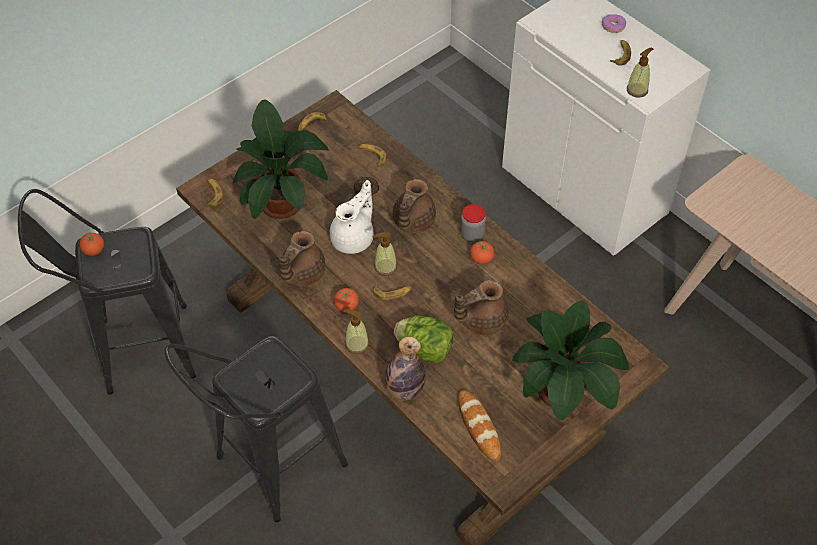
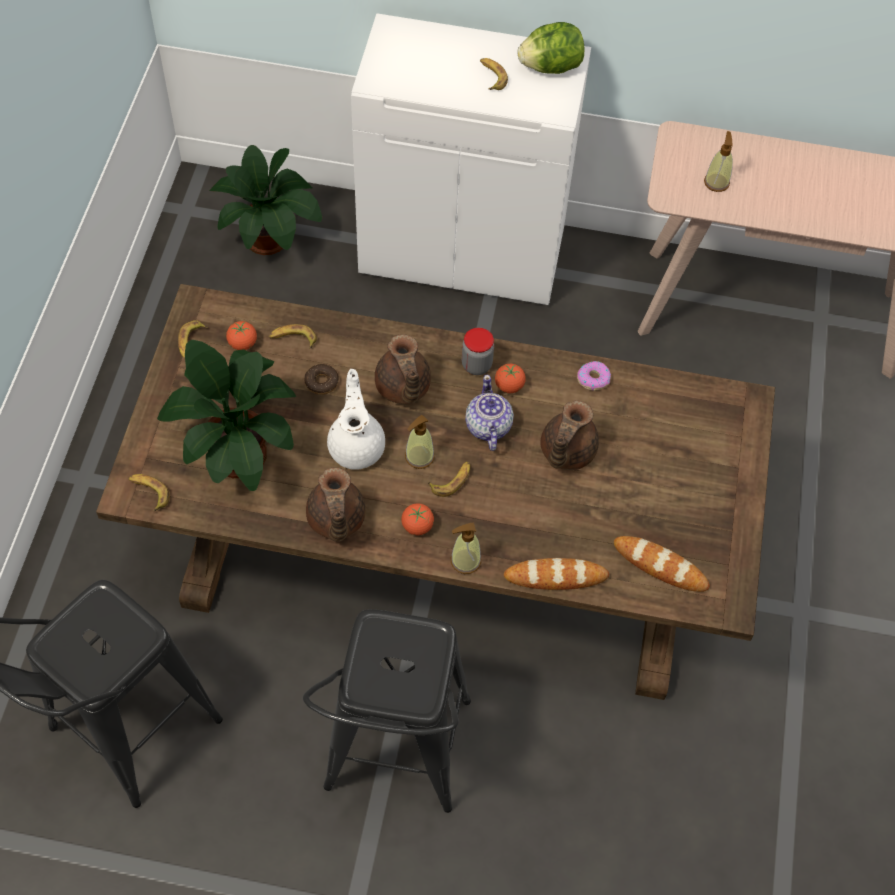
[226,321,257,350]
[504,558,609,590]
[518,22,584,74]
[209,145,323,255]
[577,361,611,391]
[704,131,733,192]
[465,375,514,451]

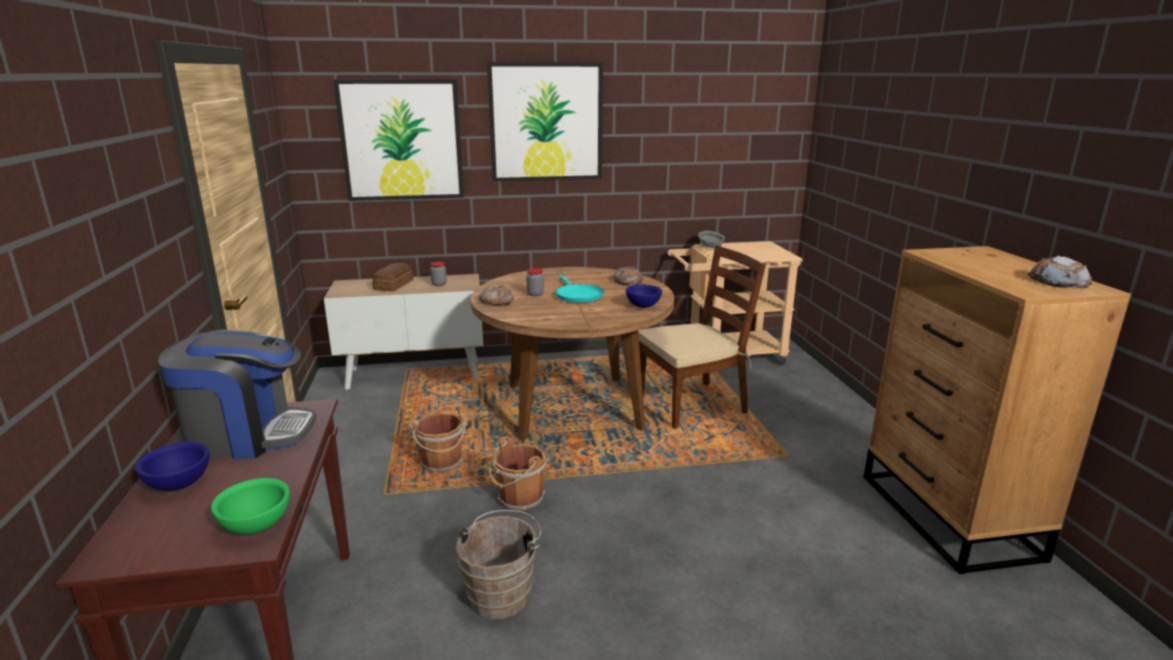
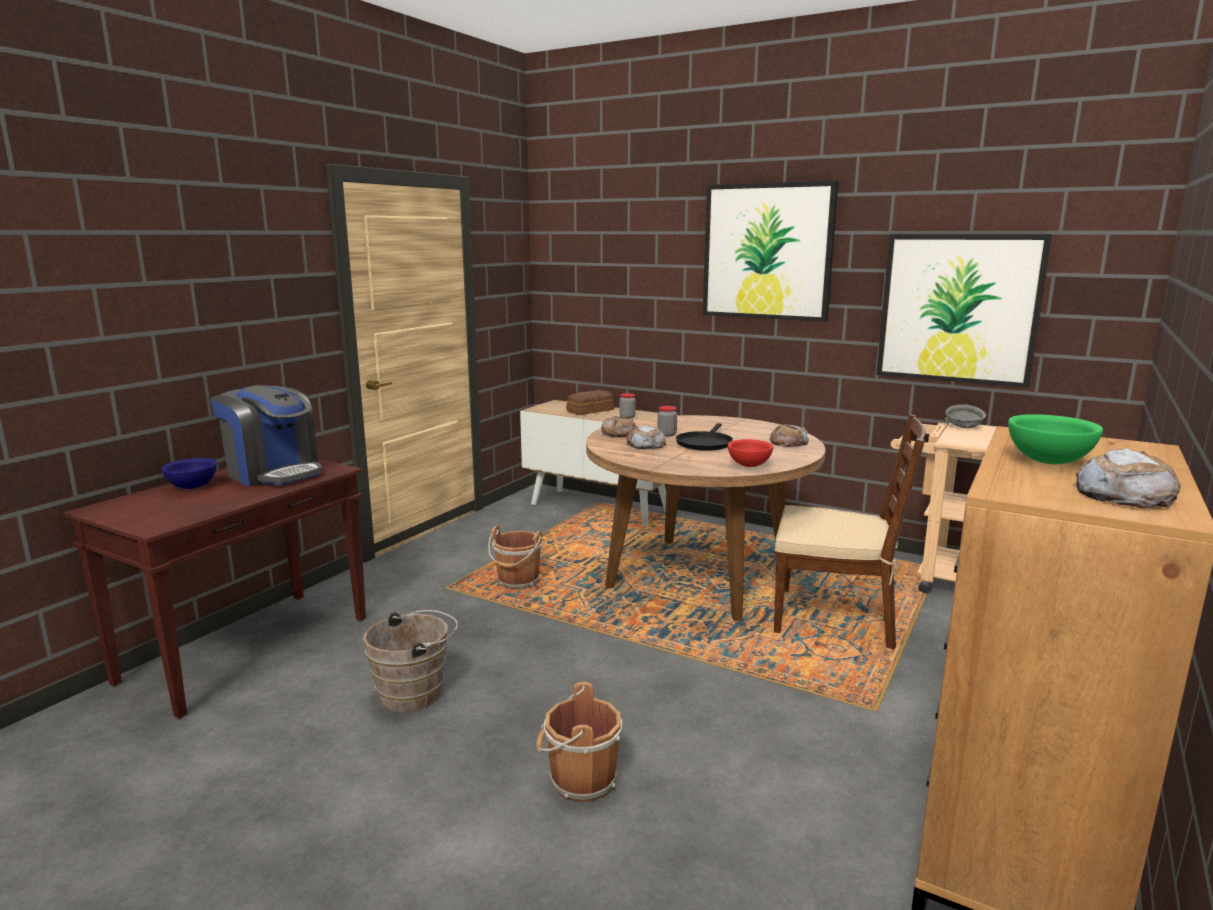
[1008,414,1103,464]
[876,234,1052,388]
[536,682,622,802]
[676,423,733,451]
[728,439,773,467]
[627,425,666,450]

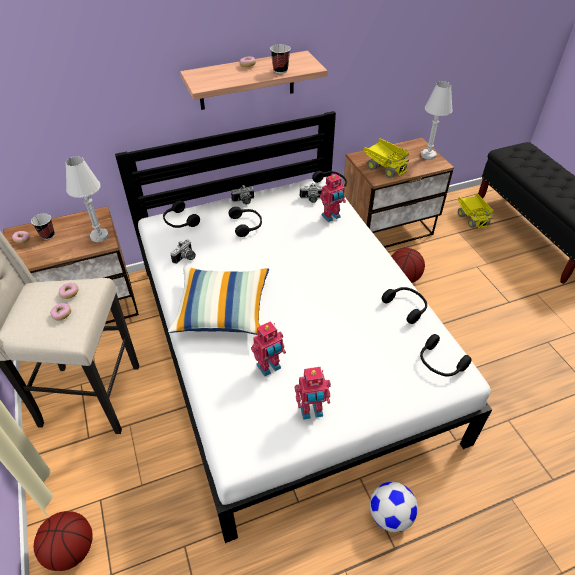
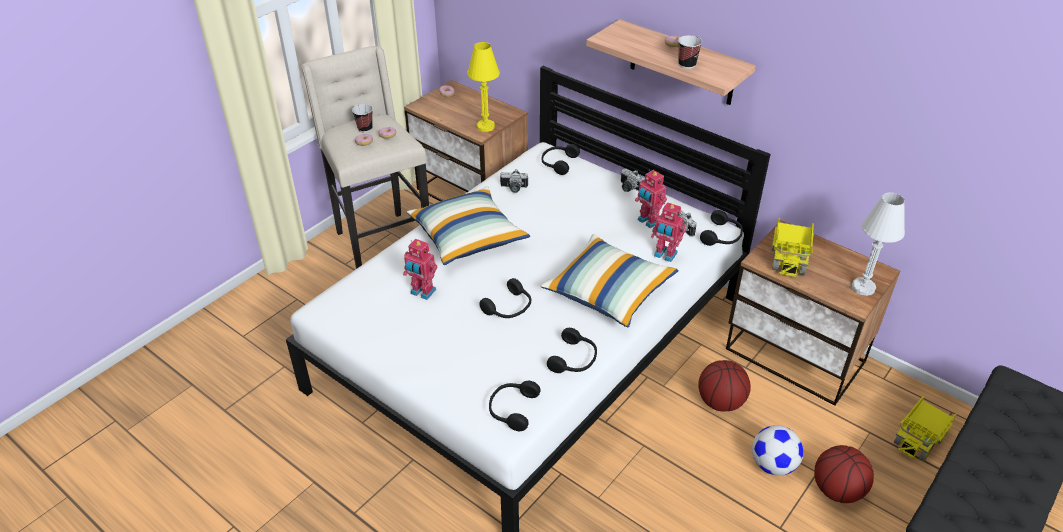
[352,104,373,133]
[814,445,874,503]
[467,42,500,132]
[480,278,531,318]
[635,170,667,228]
[752,425,803,476]
[540,234,679,327]

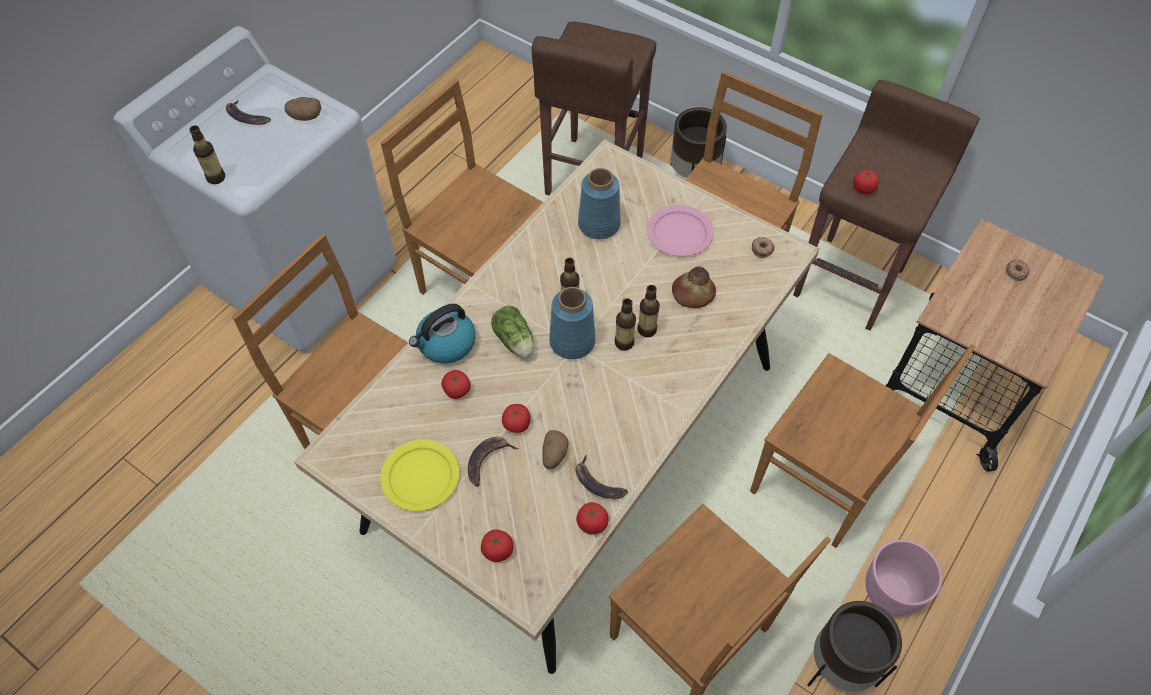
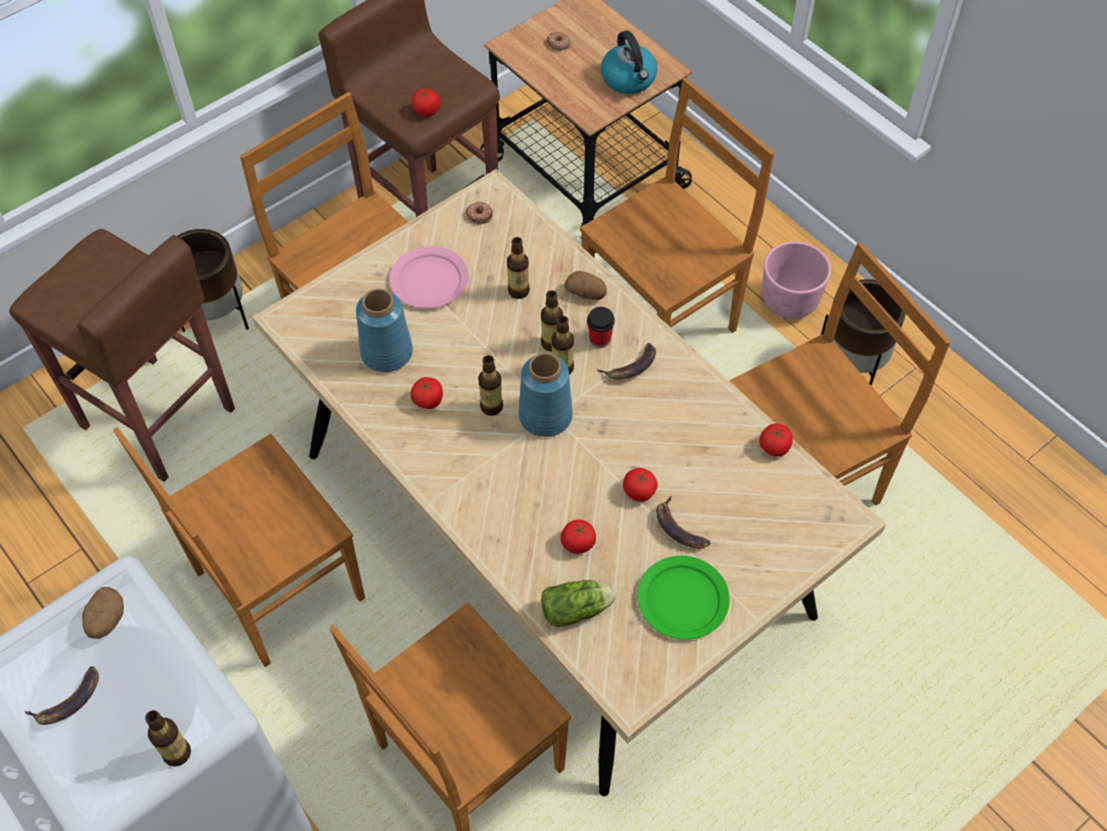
[637,556,730,640]
[601,31,657,94]
[411,377,443,409]
[541,580,616,627]
[564,271,607,300]
[597,343,656,380]
[507,237,530,299]
[587,307,615,348]

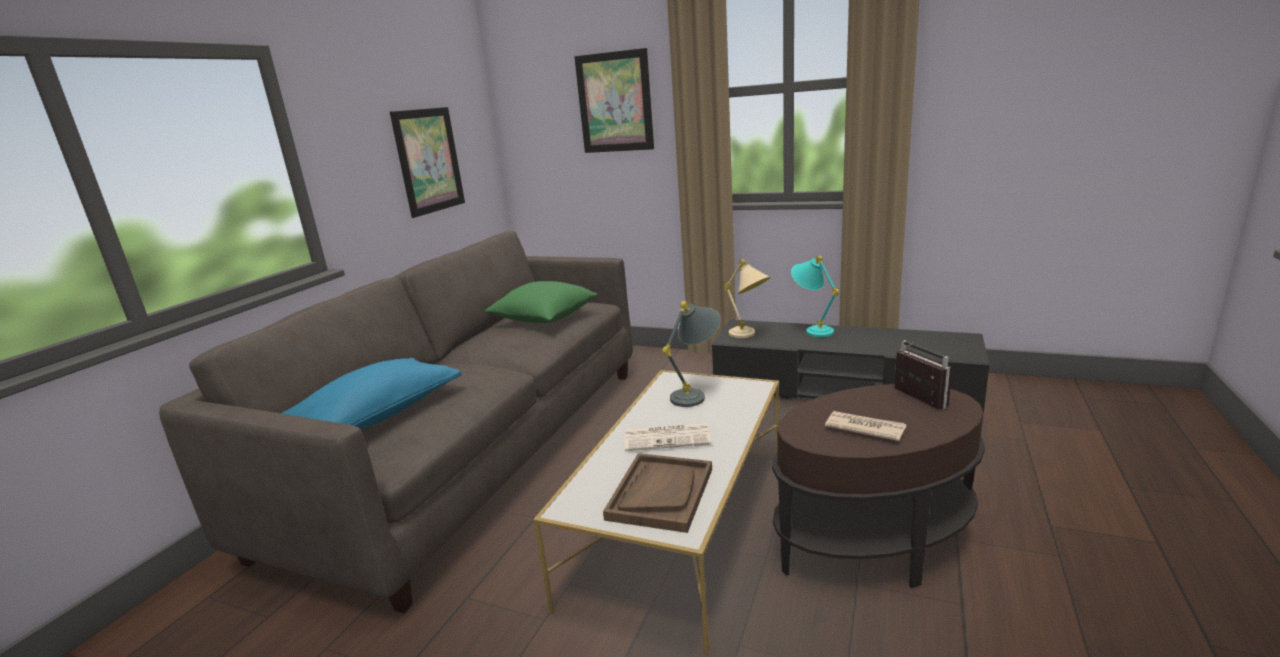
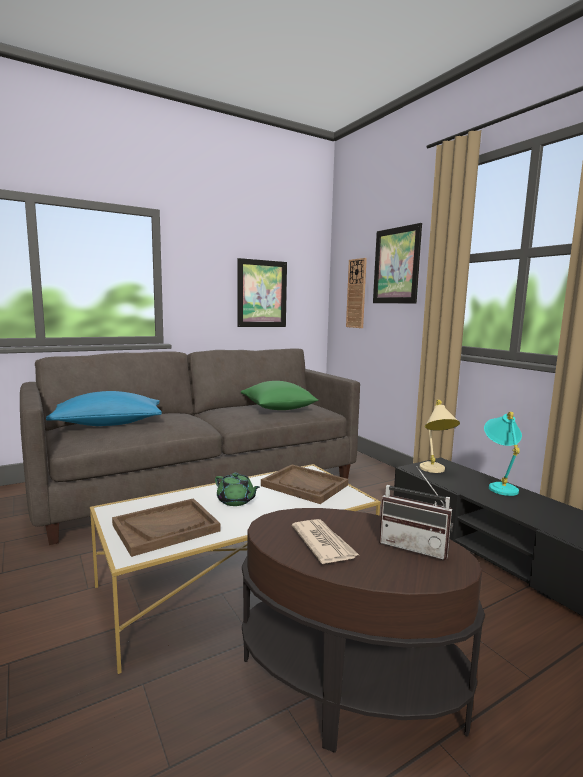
[215,473,260,506]
[261,464,348,504]
[379,466,453,560]
[346,258,367,328]

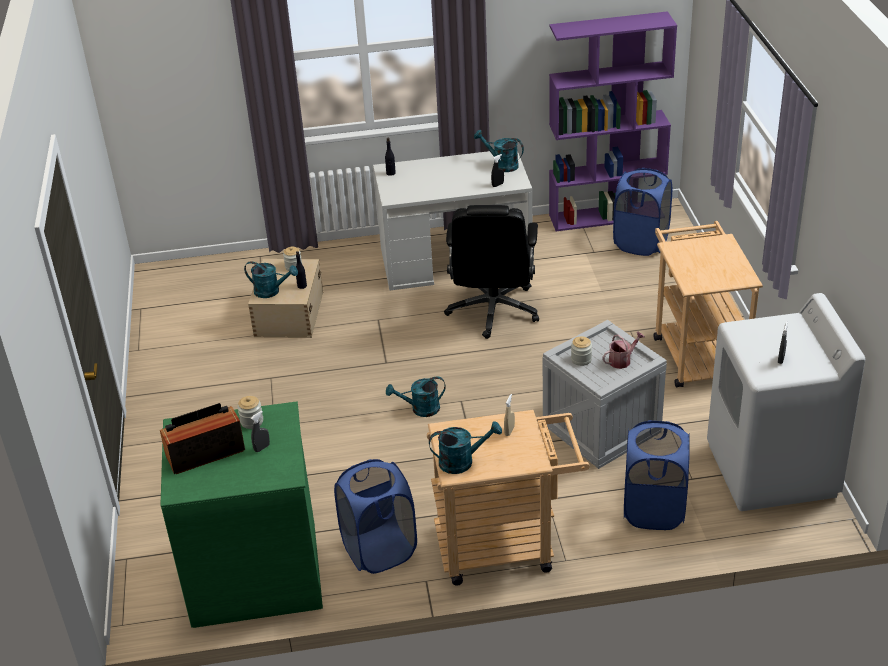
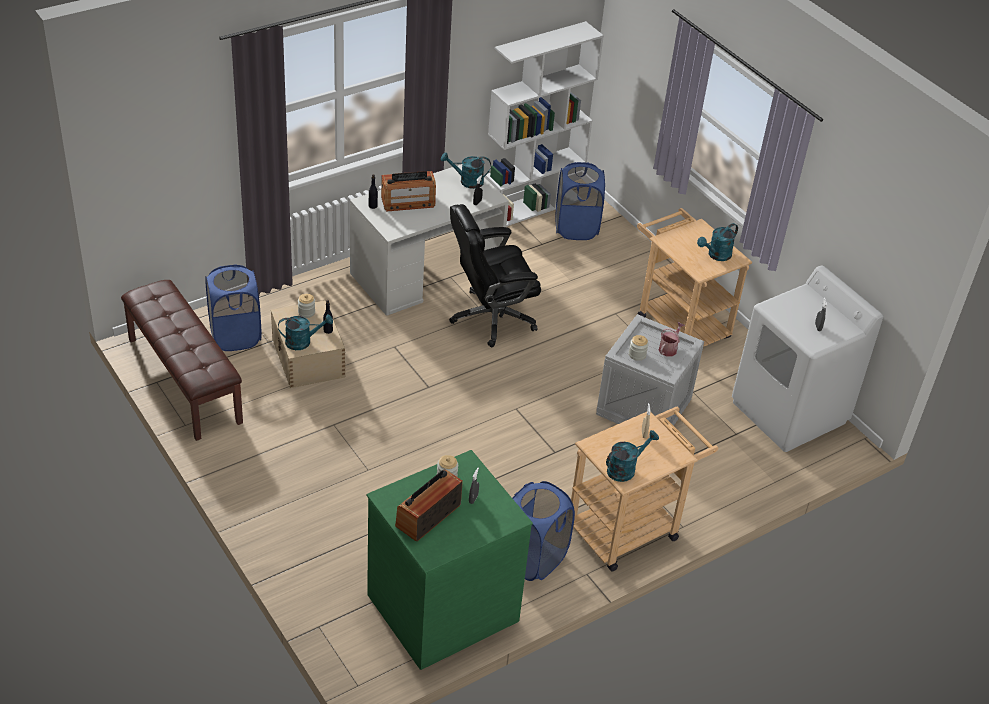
[697,223,738,261]
[449,204,541,347]
[485,21,604,227]
[206,264,262,351]
[121,280,243,441]
[381,171,436,212]

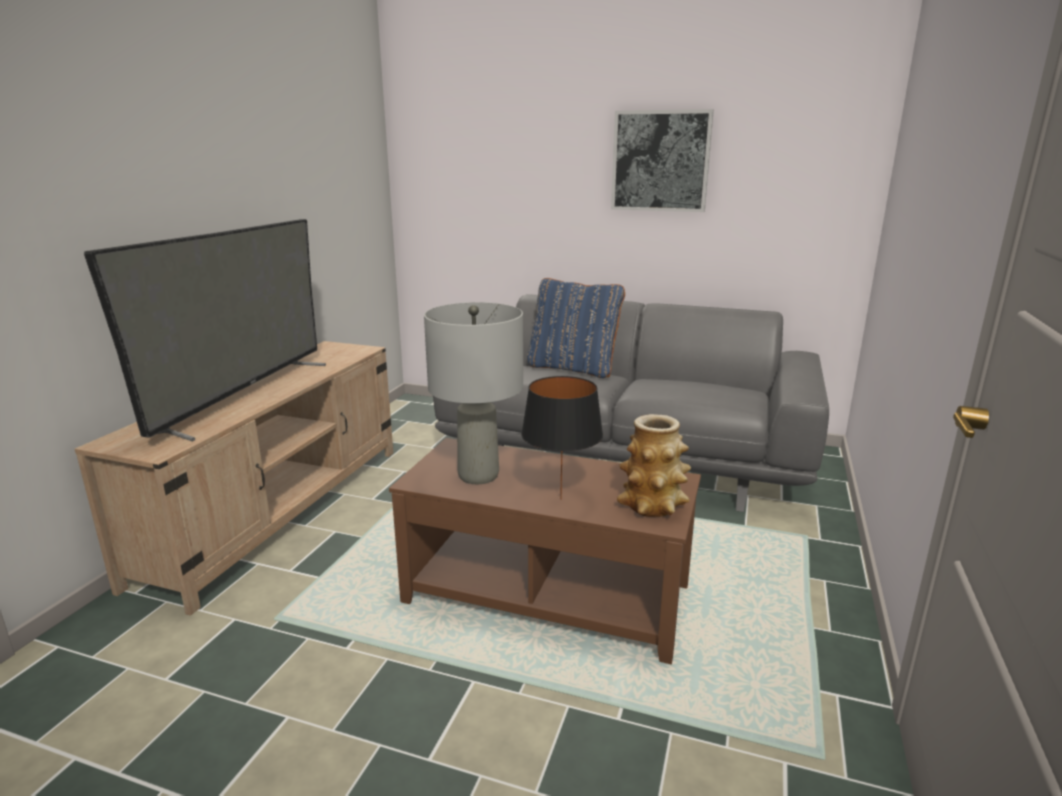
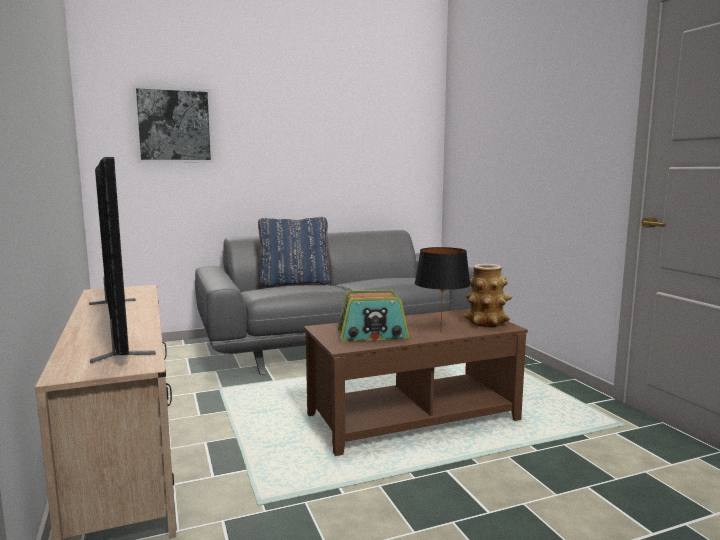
[338,290,409,341]
[133,85,214,162]

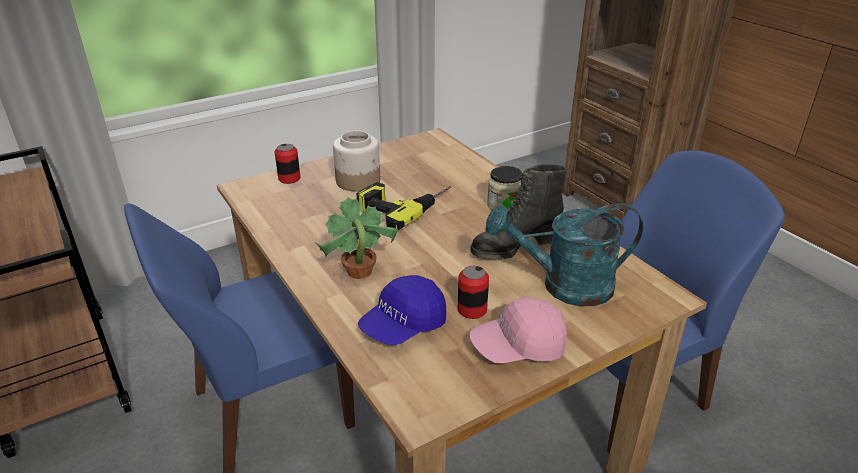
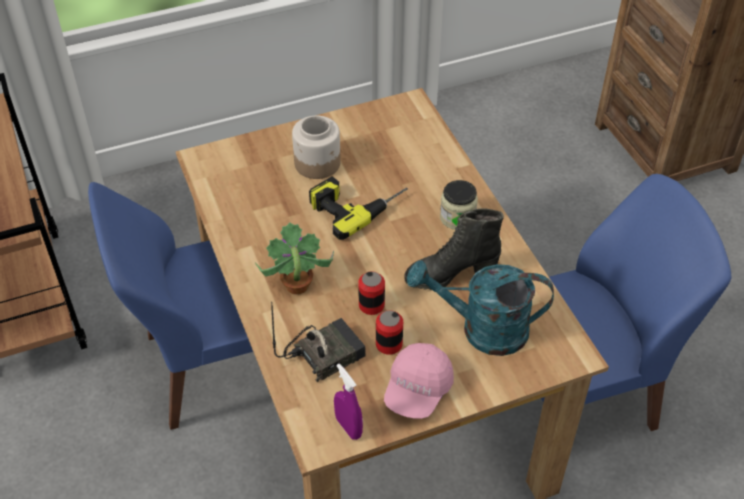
[358,271,385,315]
[271,302,366,382]
[384,343,454,419]
[334,363,363,440]

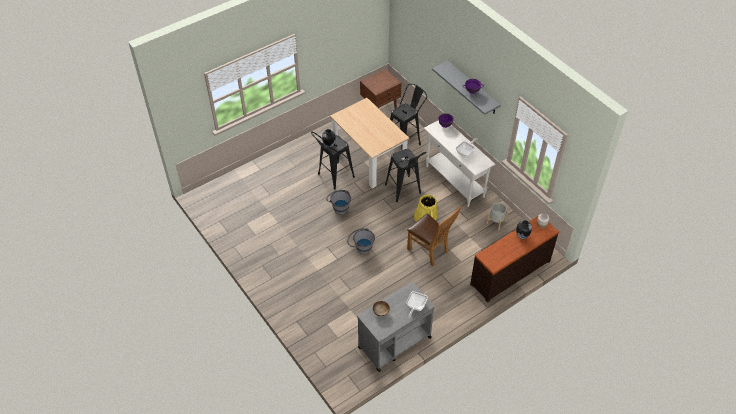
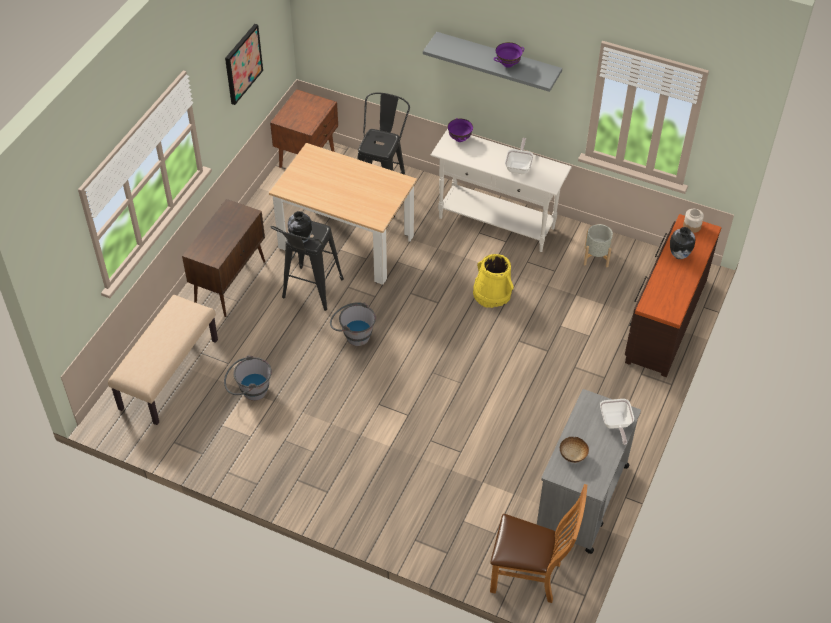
[224,355,272,401]
[385,149,427,202] (first image)
[490,484,587,603]
[108,295,218,425]
[182,199,265,317]
[225,24,263,105]

